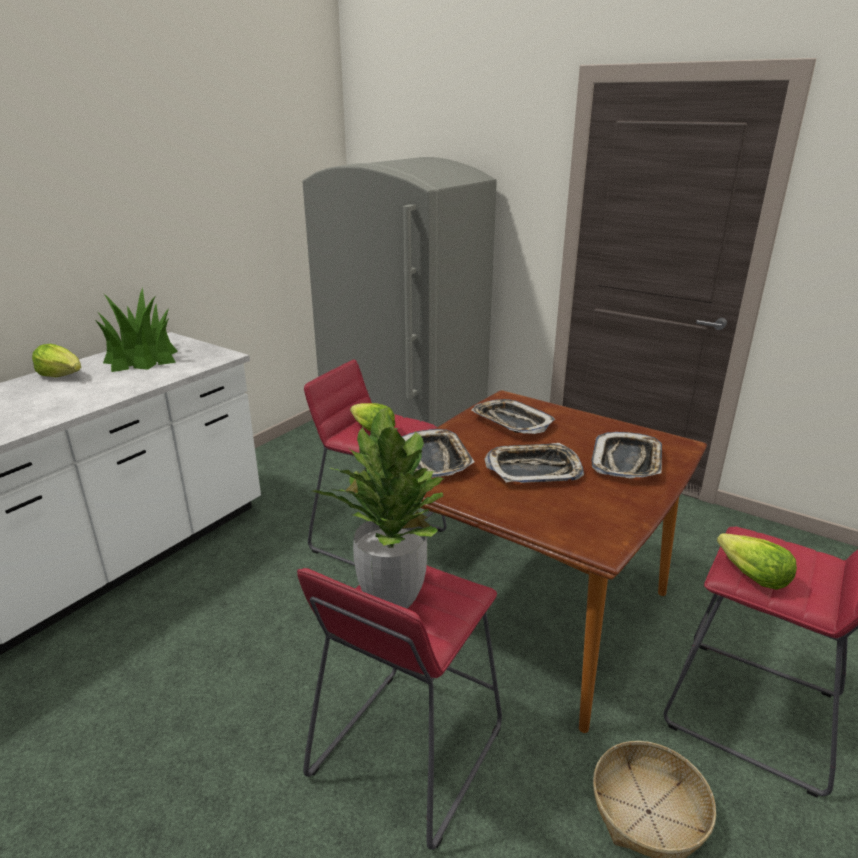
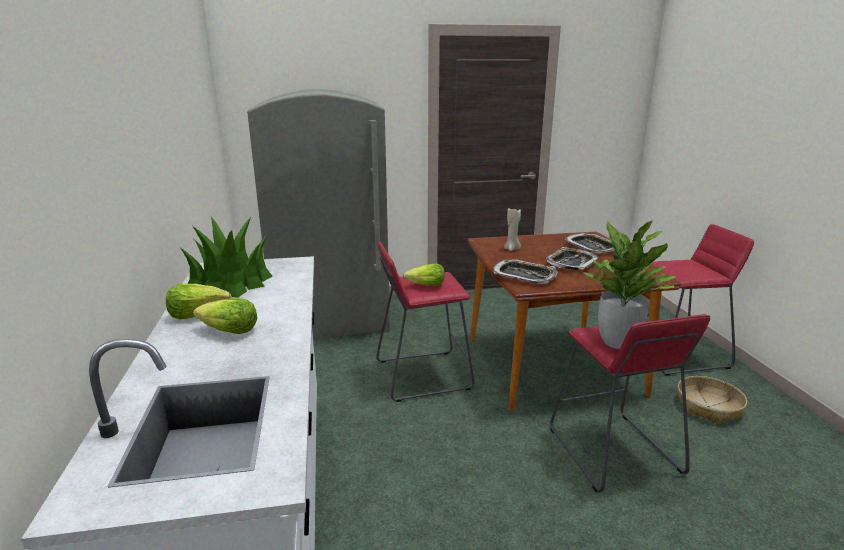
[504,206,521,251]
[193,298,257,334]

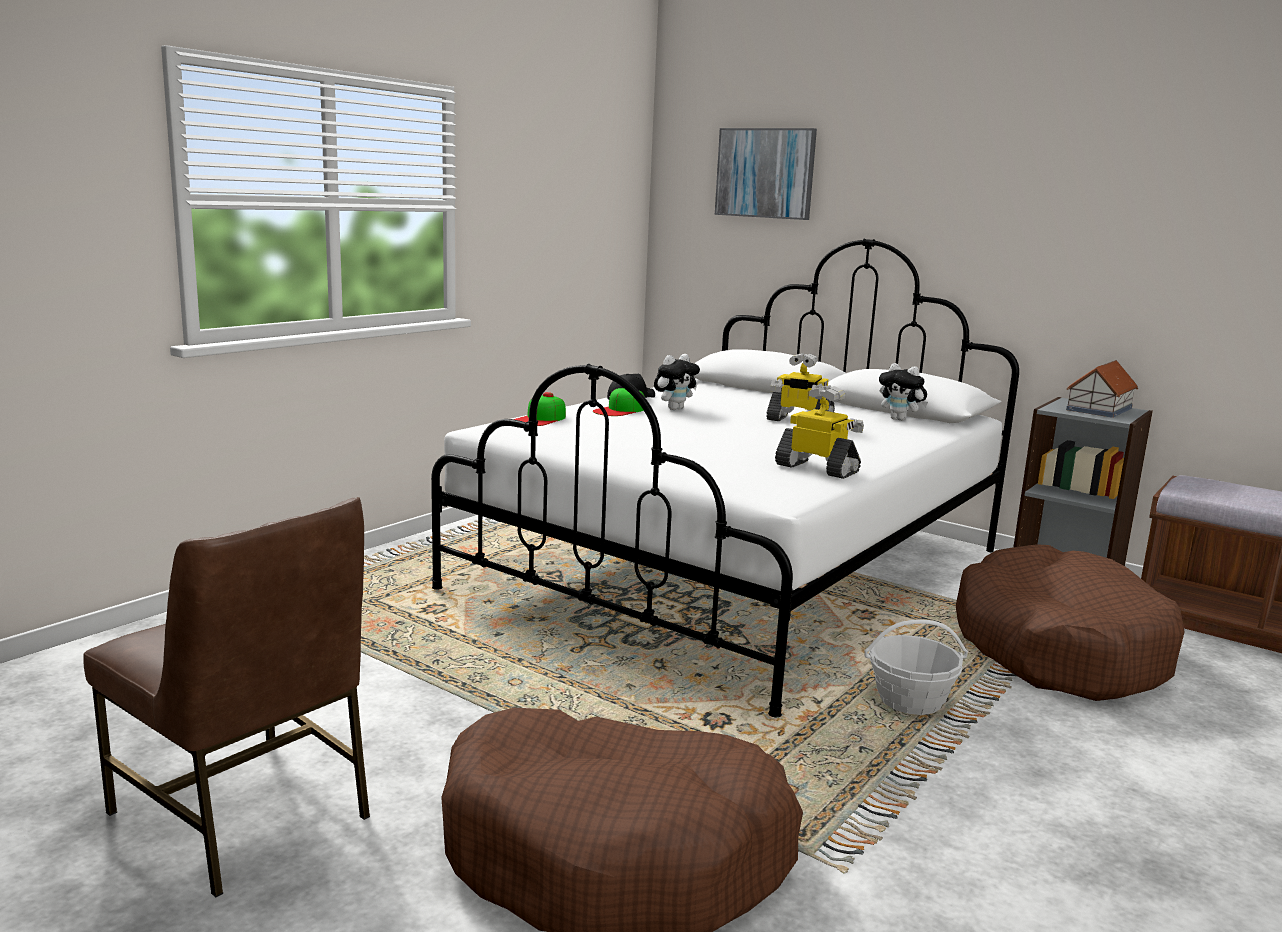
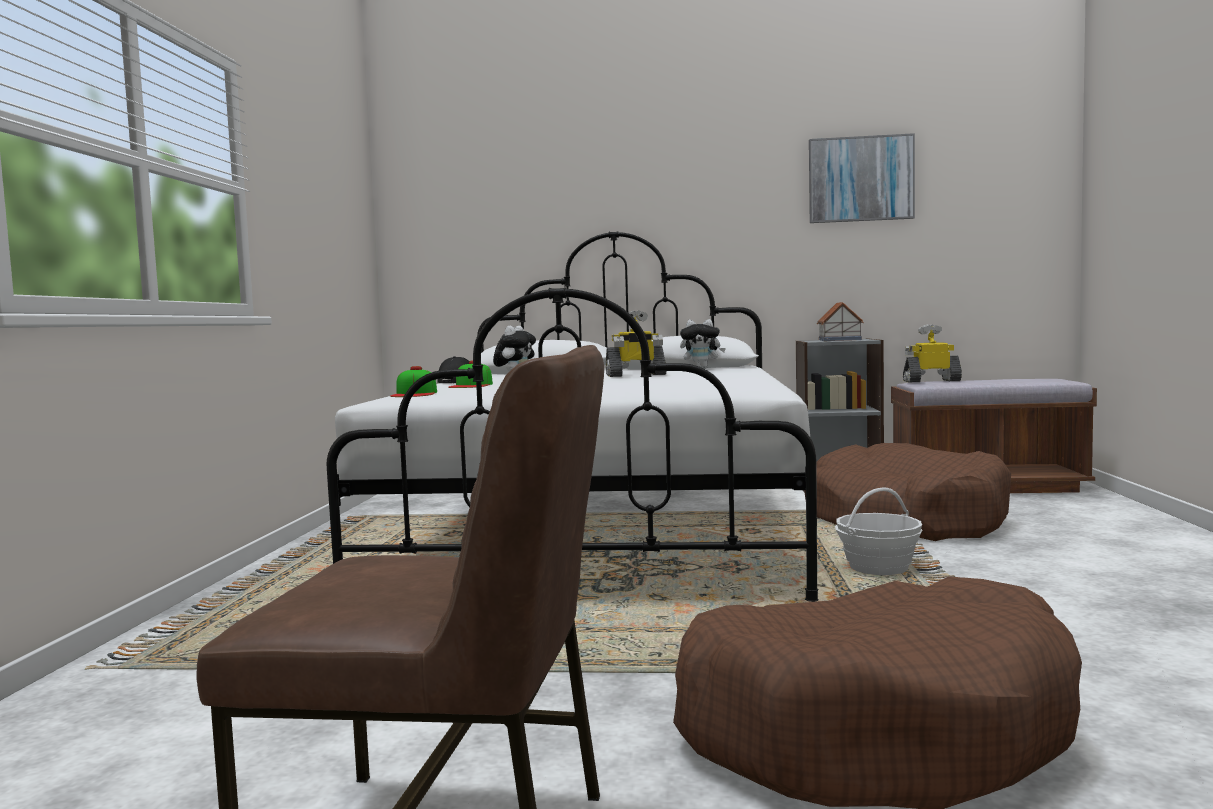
[809,133,915,223]
[903,325,962,383]

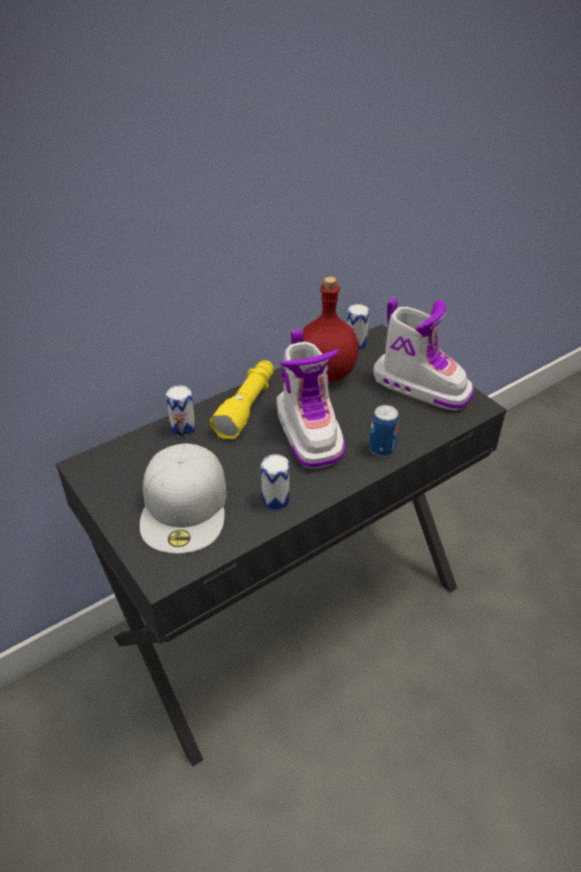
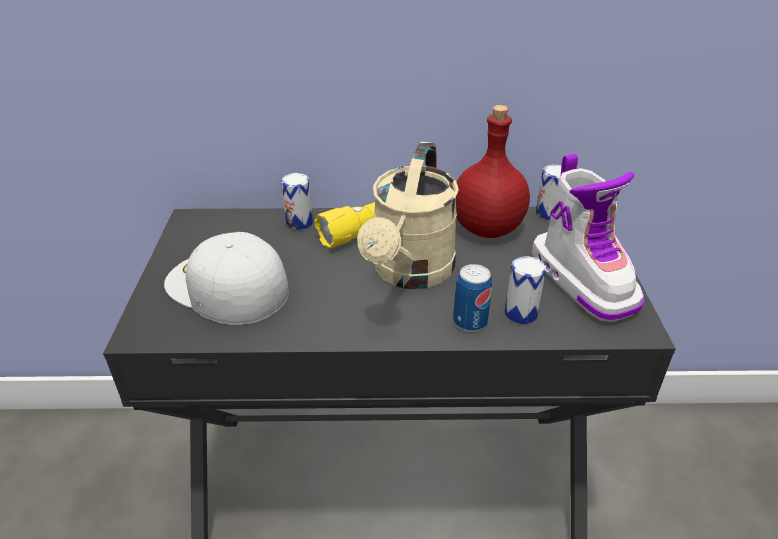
[164,232,289,325]
[505,256,546,324]
[357,141,459,289]

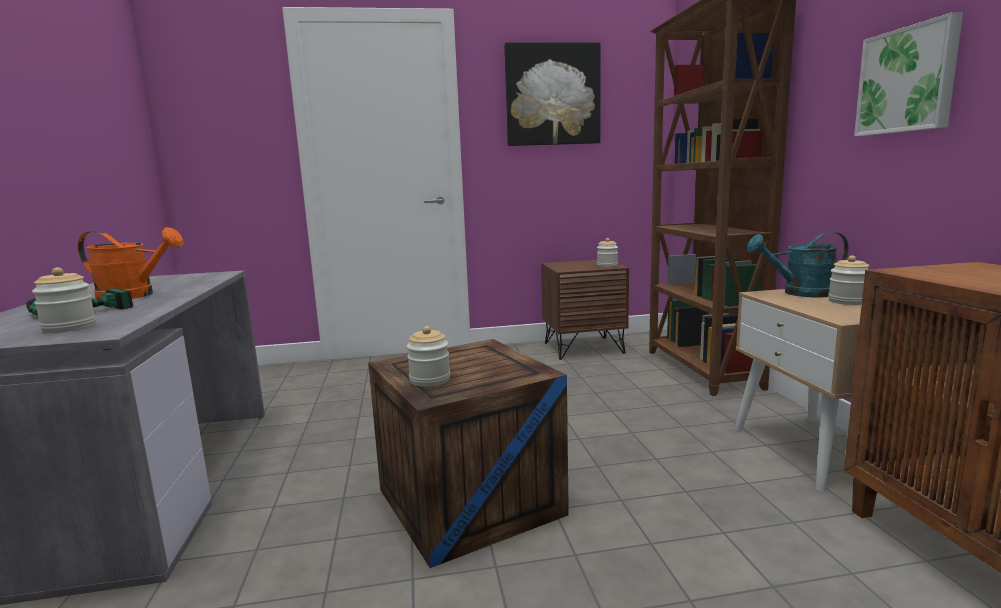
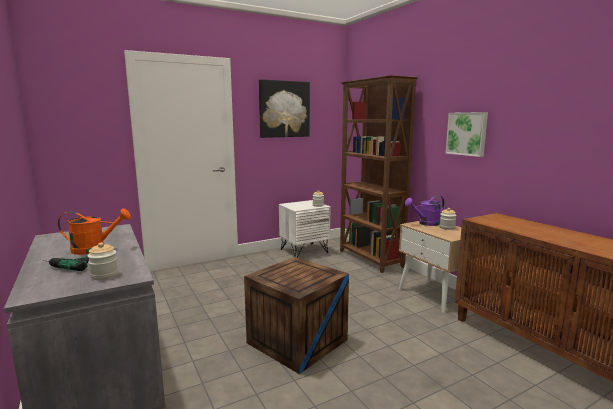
[407,326,450,387] (first image)
[279,200,330,257]
[405,196,444,226]

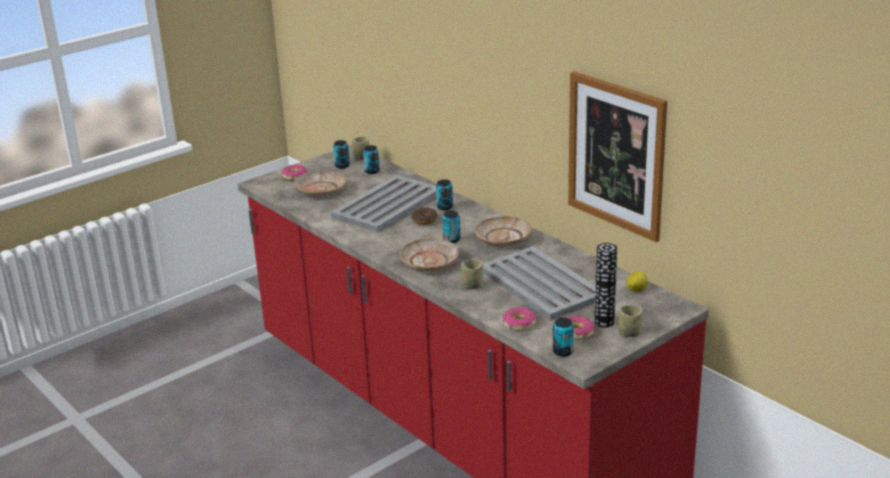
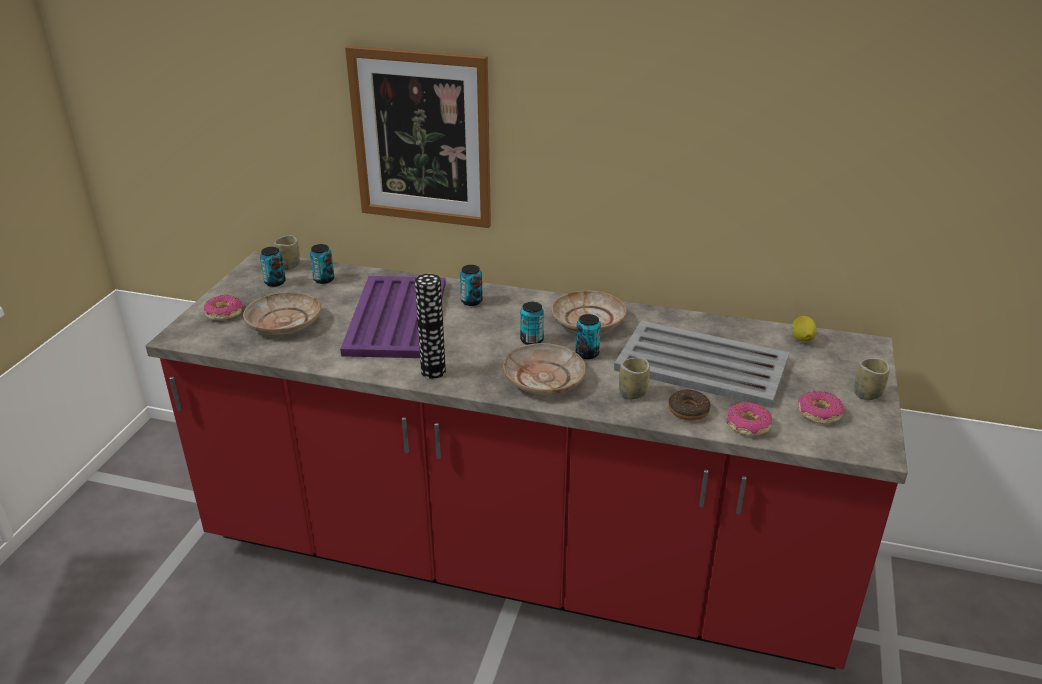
[340,276,446,358]
[668,389,711,421]
[576,314,601,359]
[345,46,491,228]
[415,274,446,379]

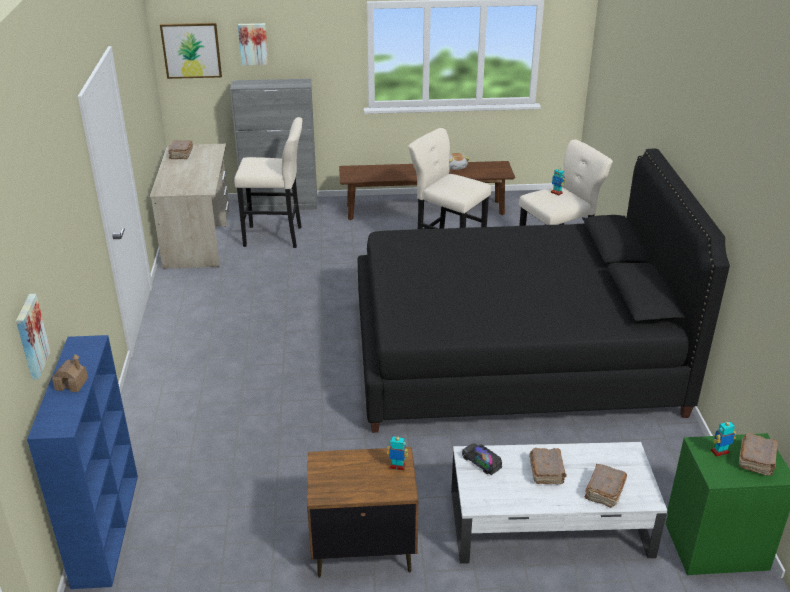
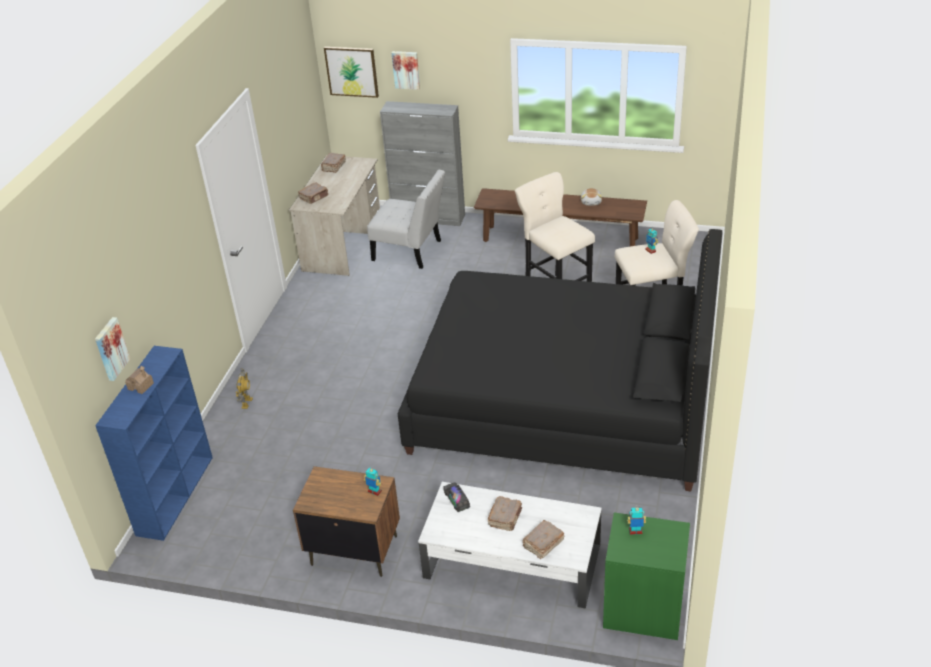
[367,170,445,269]
[298,183,328,204]
[236,368,253,409]

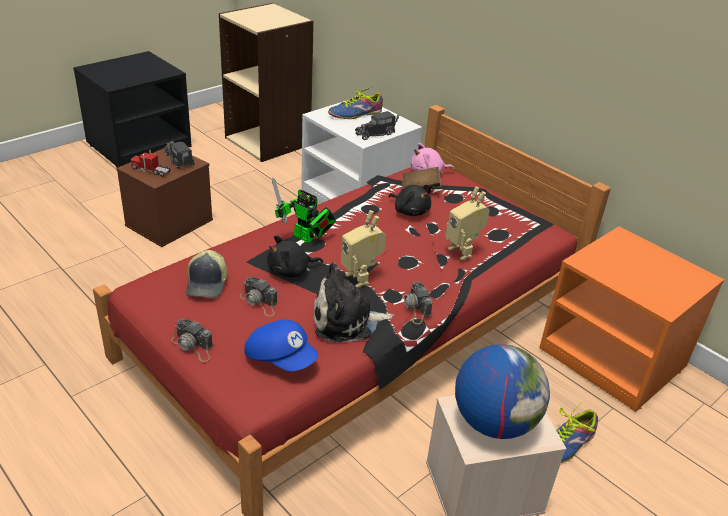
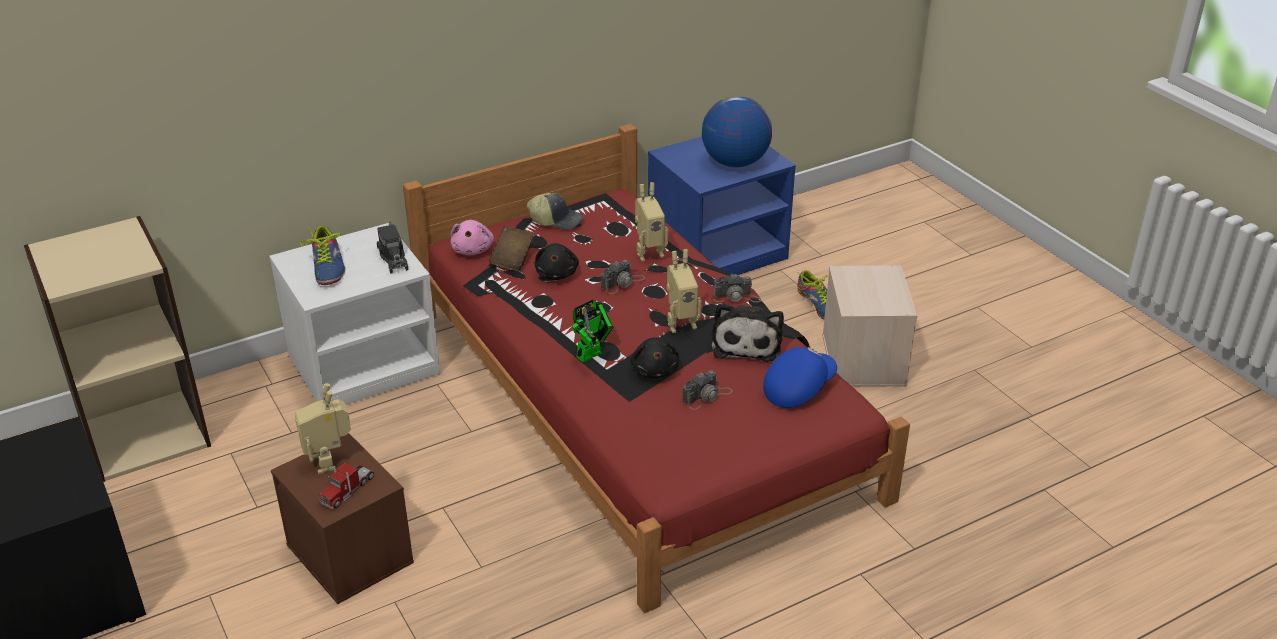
[295,383,351,474]
[601,260,645,294]
[527,193,584,230]
[534,243,579,280]
[702,96,772,167]
[648,136,796,275]

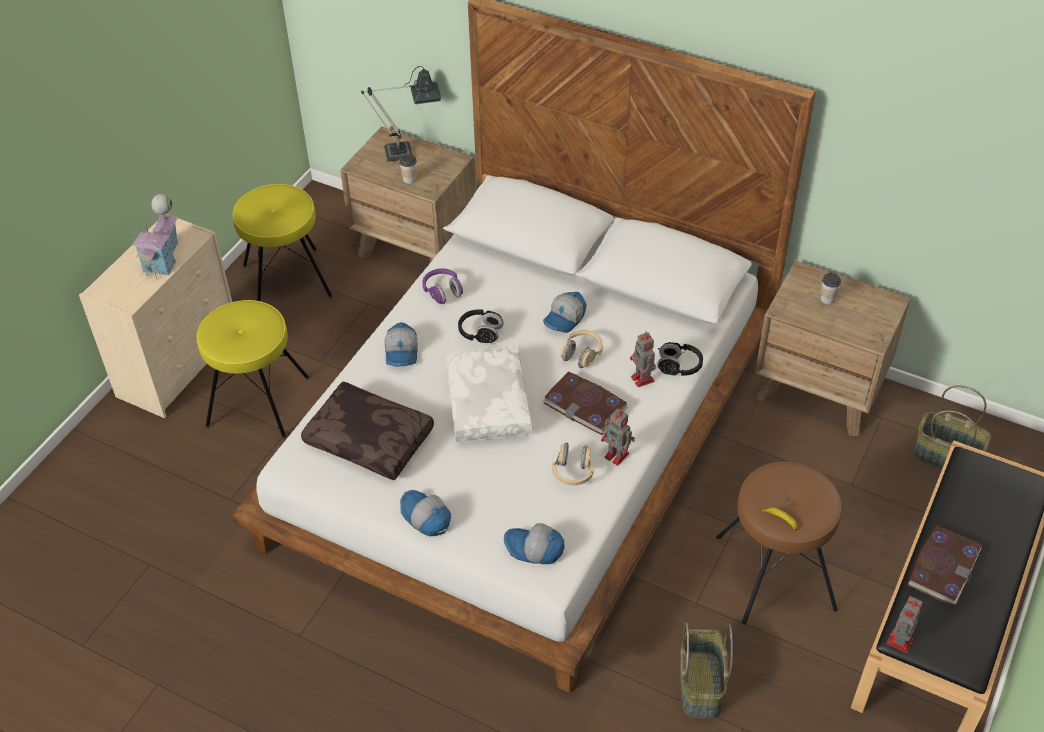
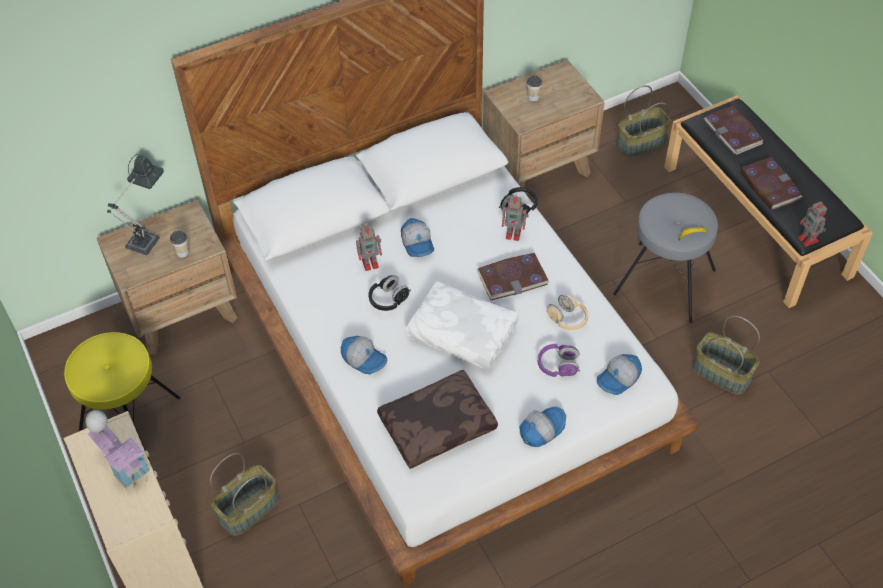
[210,453,279,536]
[519,406,566,447]
[538,344,580,377]
[560,330,603,368] (first image)
[356,225,382,271]
[613,193,718,323]
[704,105,764,155]

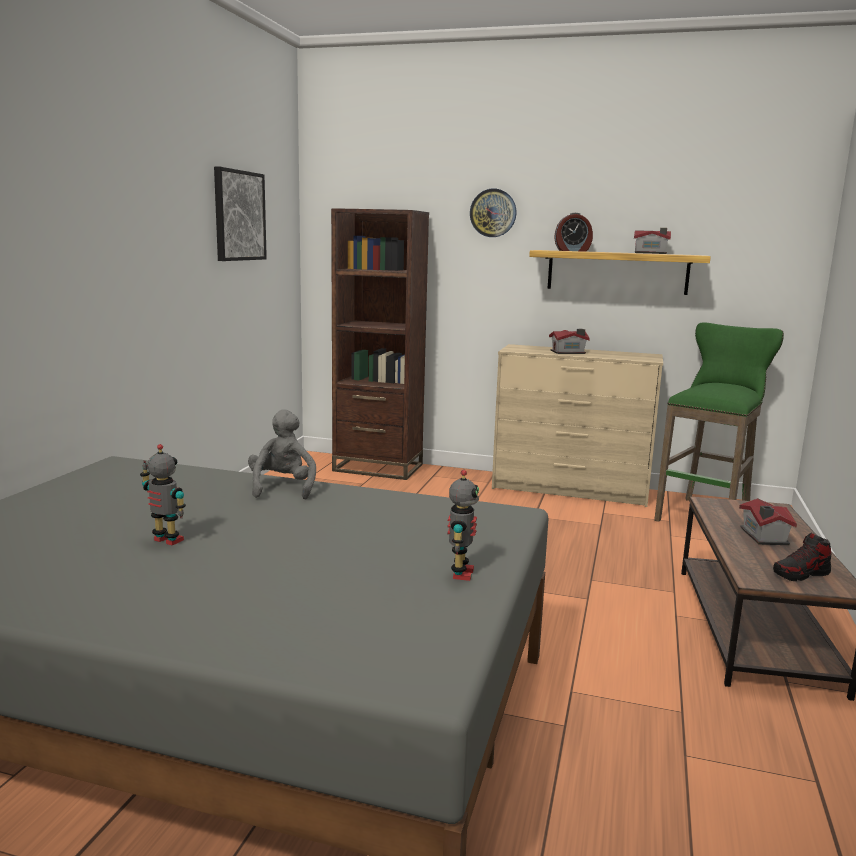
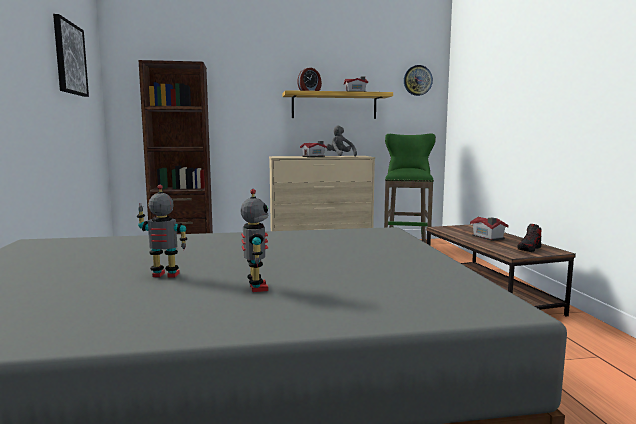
[326,125,357,157]
[240,189,268,292]
[404,65,433,96]

